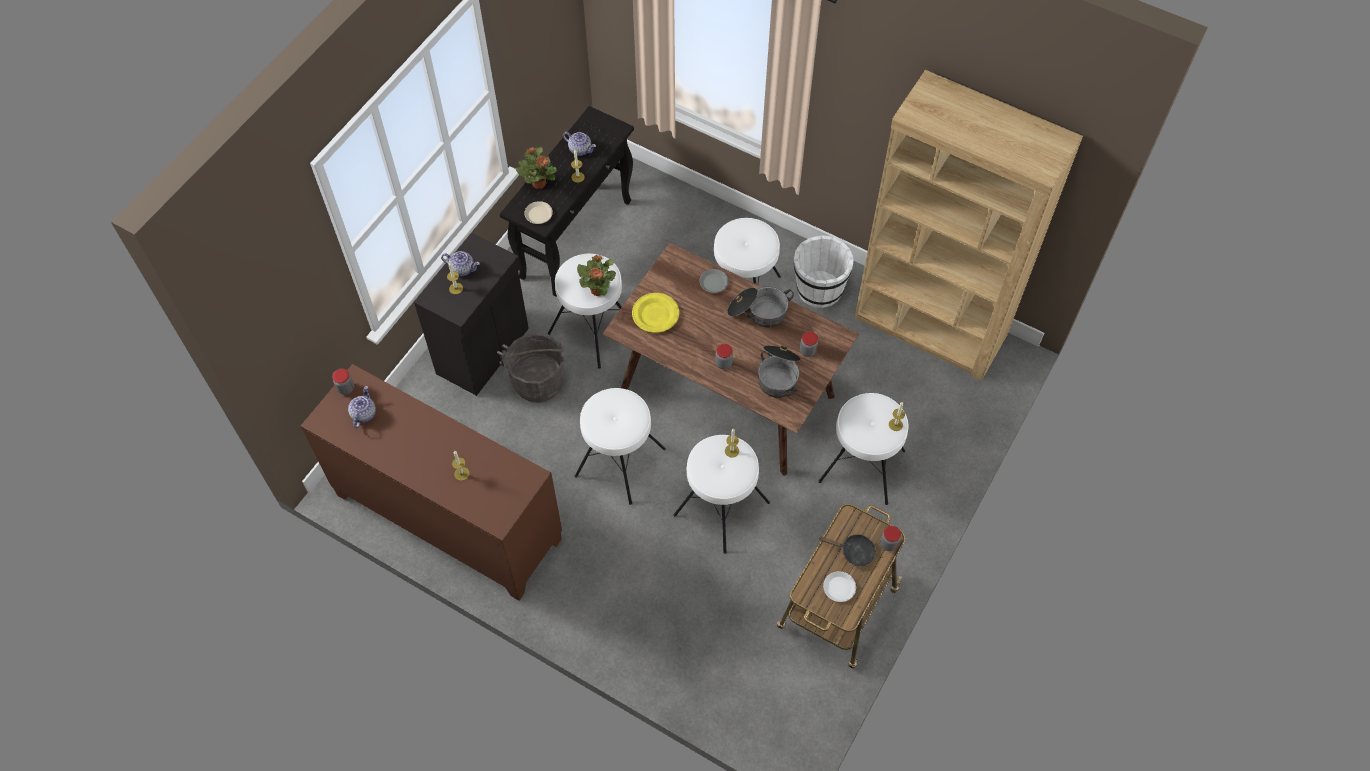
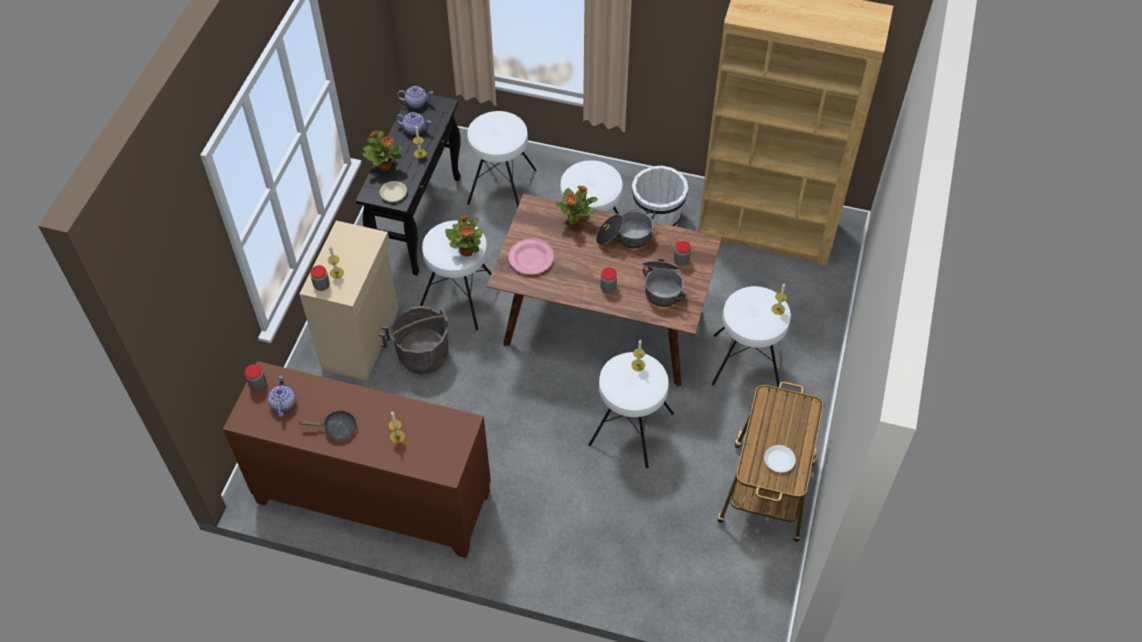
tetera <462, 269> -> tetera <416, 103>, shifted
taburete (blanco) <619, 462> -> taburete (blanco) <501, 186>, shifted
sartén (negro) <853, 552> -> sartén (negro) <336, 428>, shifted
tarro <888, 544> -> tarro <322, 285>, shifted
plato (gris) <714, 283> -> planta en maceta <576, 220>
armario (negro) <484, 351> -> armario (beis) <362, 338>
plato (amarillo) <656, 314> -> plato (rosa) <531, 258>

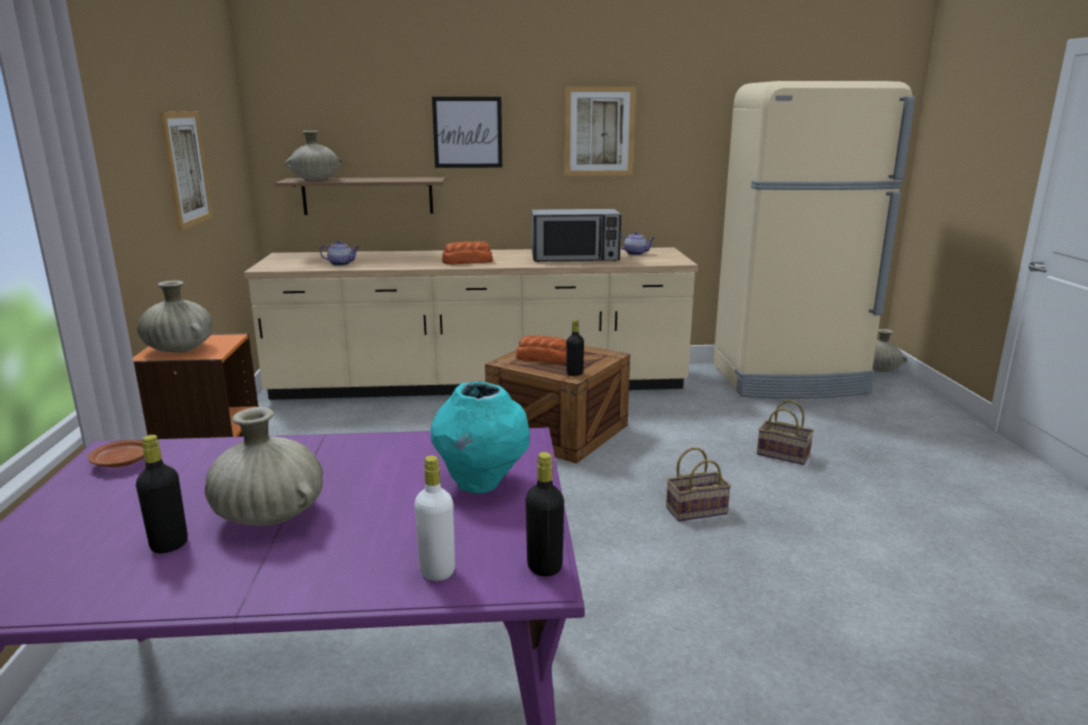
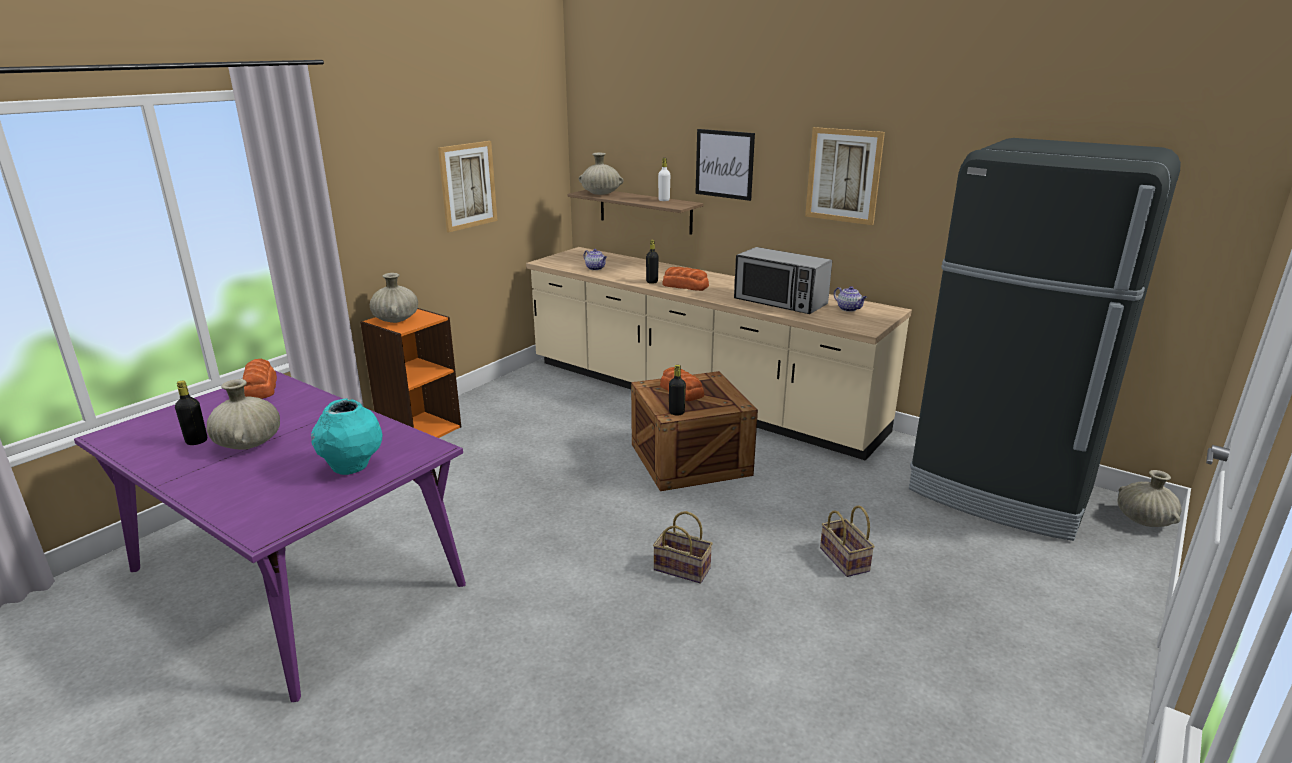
botella (blanco) <437, 571> -> botella (blanco) <664, 200>, shifted
botella (negro) <544, 567> -> botella (negro) <652, 282>, shifted
plato (marrón) <122, 462> -> pan <259, 388>
nevera (beis) <789, 380> -> nevera (negro) <1000, 491>

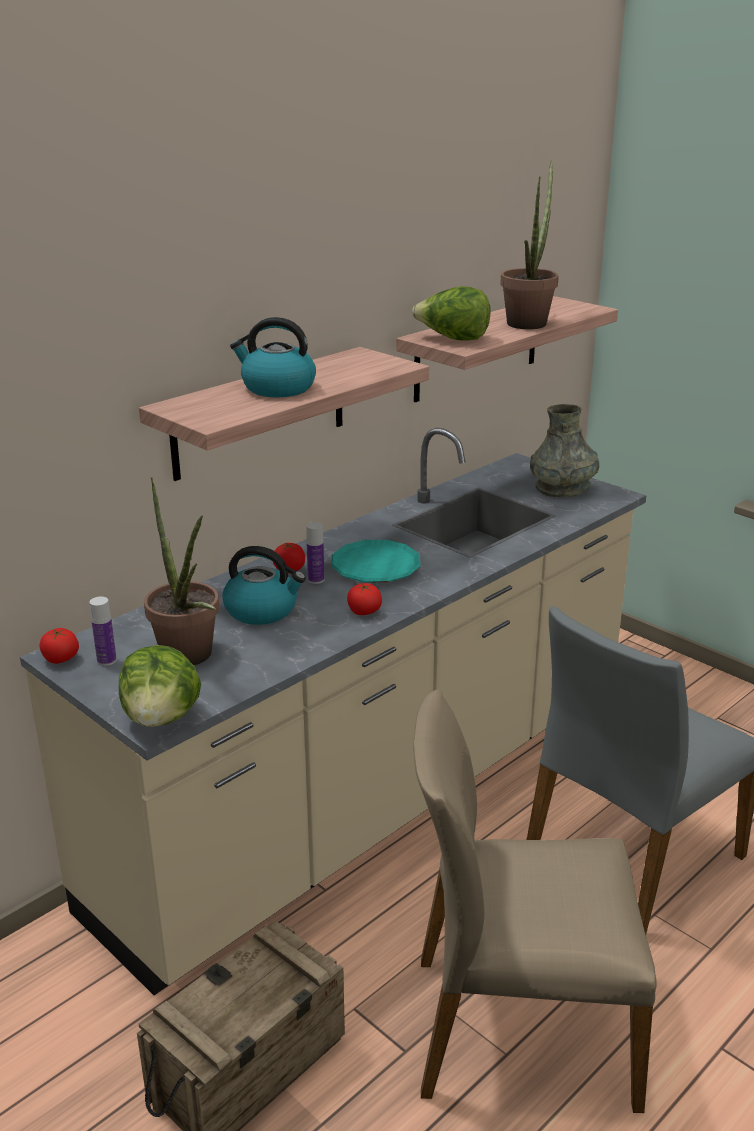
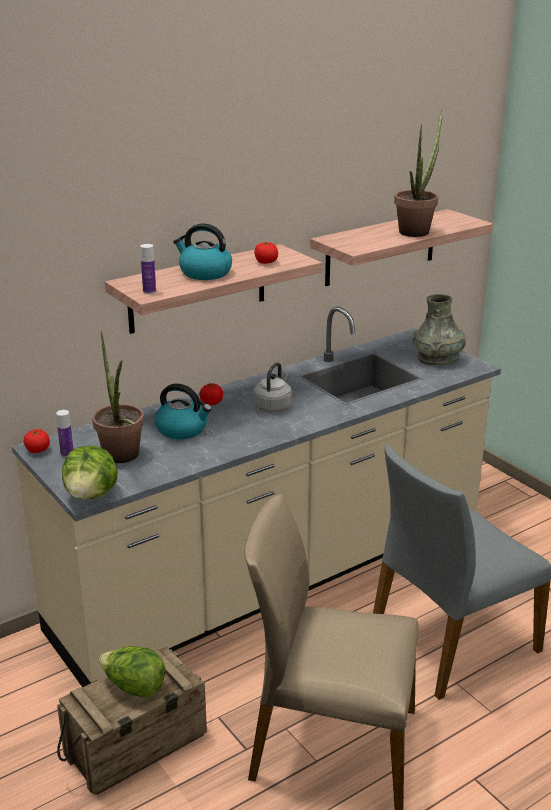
botella <316, 580> -> botella <149, 291>, shifted
tomate <364, 612> -> tomate <266, 262>, shifted
lechuga <453, 339> -> lechuga <134, 687>, shifted
plato (turquesa) <375, 567> -> hervidor (gris) <273, 406>

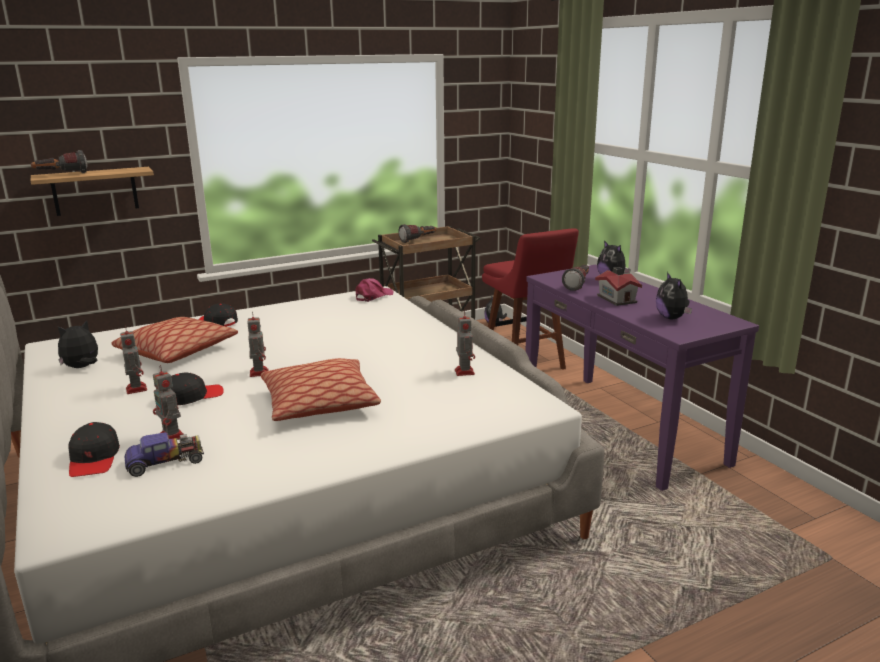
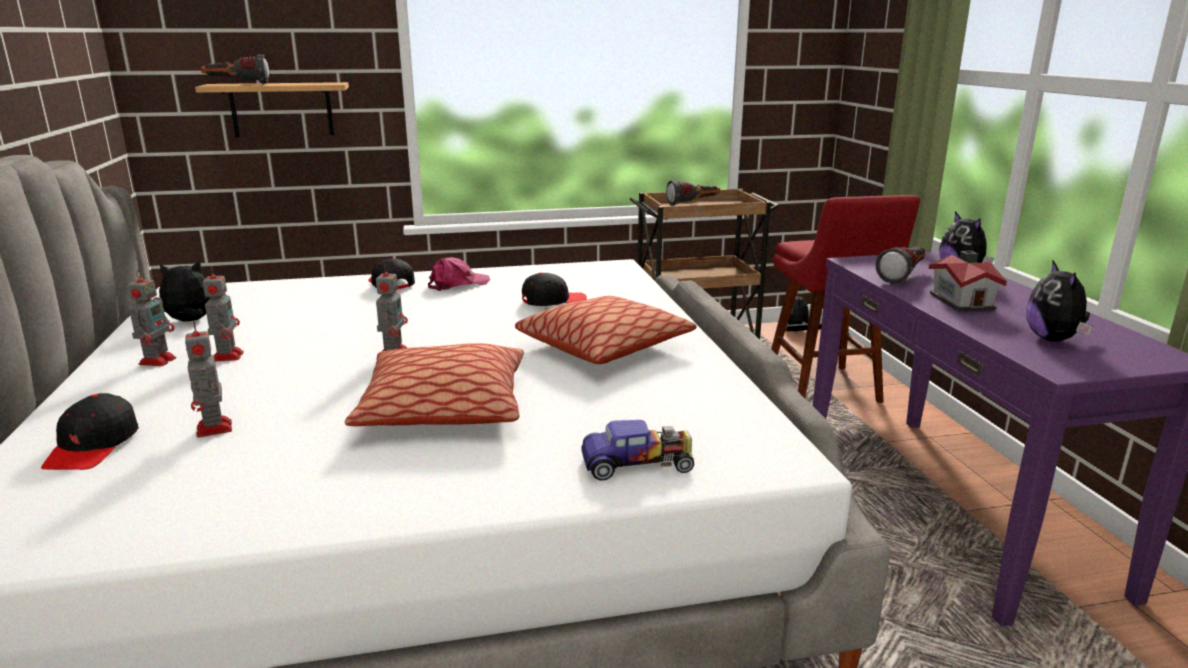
cojín <177, 351> -> cojín <604, 347>, shifted
coche de juguete <165, 461> -> coche de juguete <637, 463>, shifted
gorra (negro) <192, 396> -> gorra (negro) <553, 301>, shifted
gorra (rosa) <373, 296> -> gorra (rosa) <457, 284>, shifted
robot de juguete <464, 371> -> robot de juguete <158, 360>, shifted

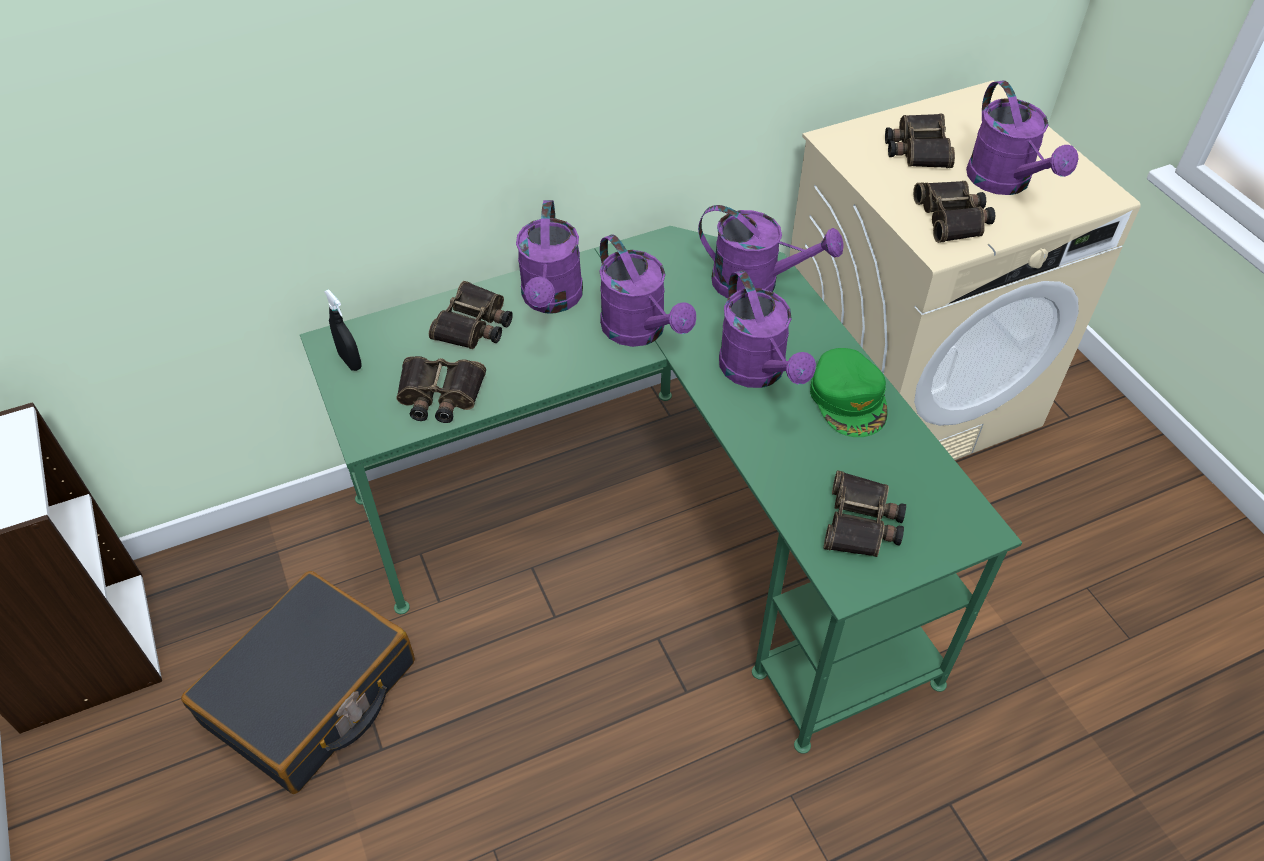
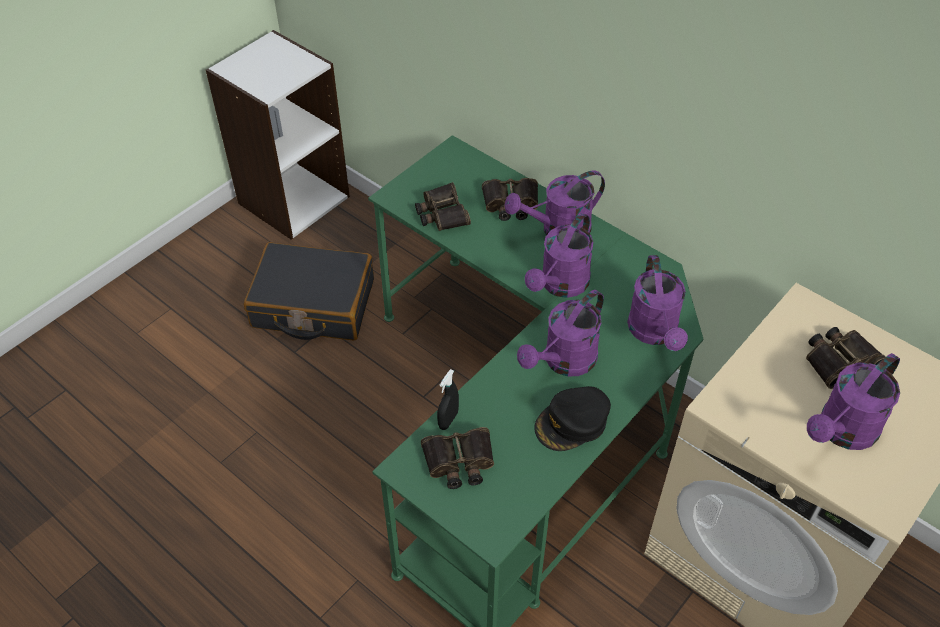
prismáticos <953, 218> -> none
pulverizador (negro) <350, 361> -> pulverizador (negro) <448, 420>, shifted
gorra (verde) <849, 399> -> gorra (negro) <572, 423>

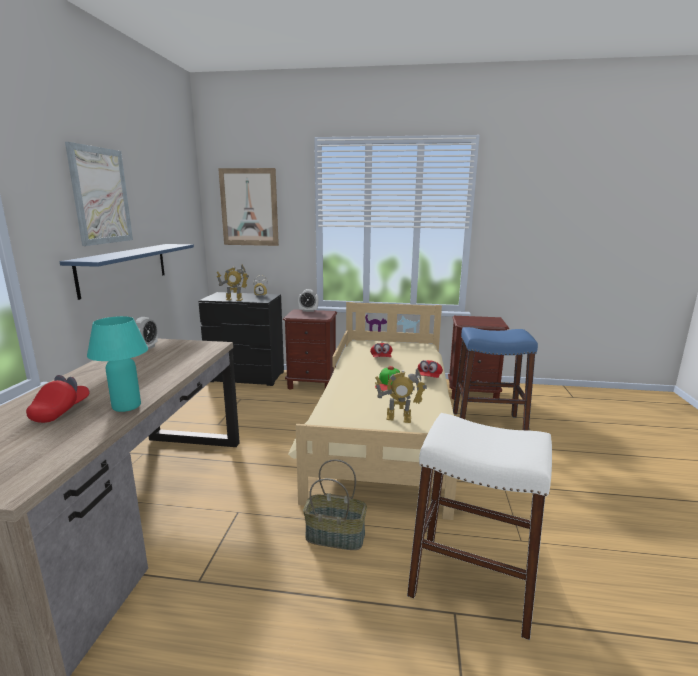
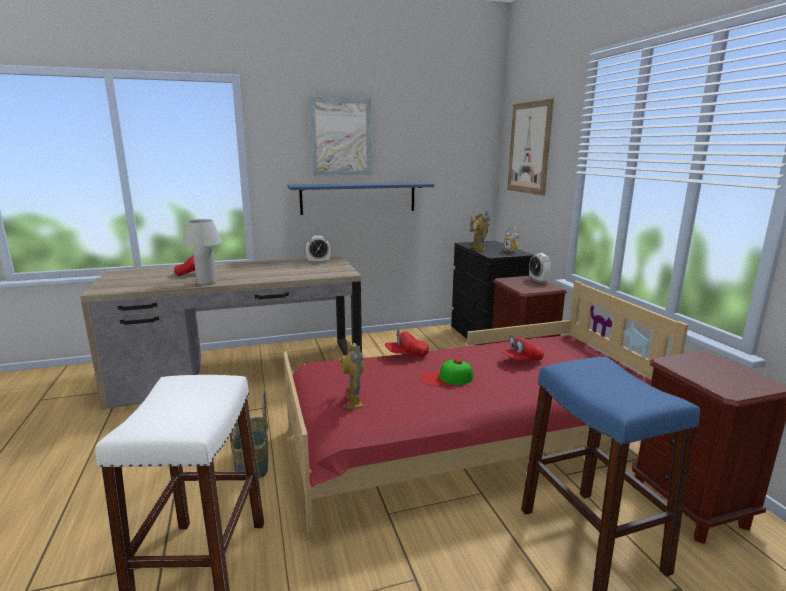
gorra (rojo) <429, 378> -> gorra (rojo) <406, 354>, shifted
lámpara de mesa (turquesa) <126, 406> -> lámpara de mesa (blanco) <206, 282>
cama (beis) <385, 430> -> cama (rojo) <466, 445>

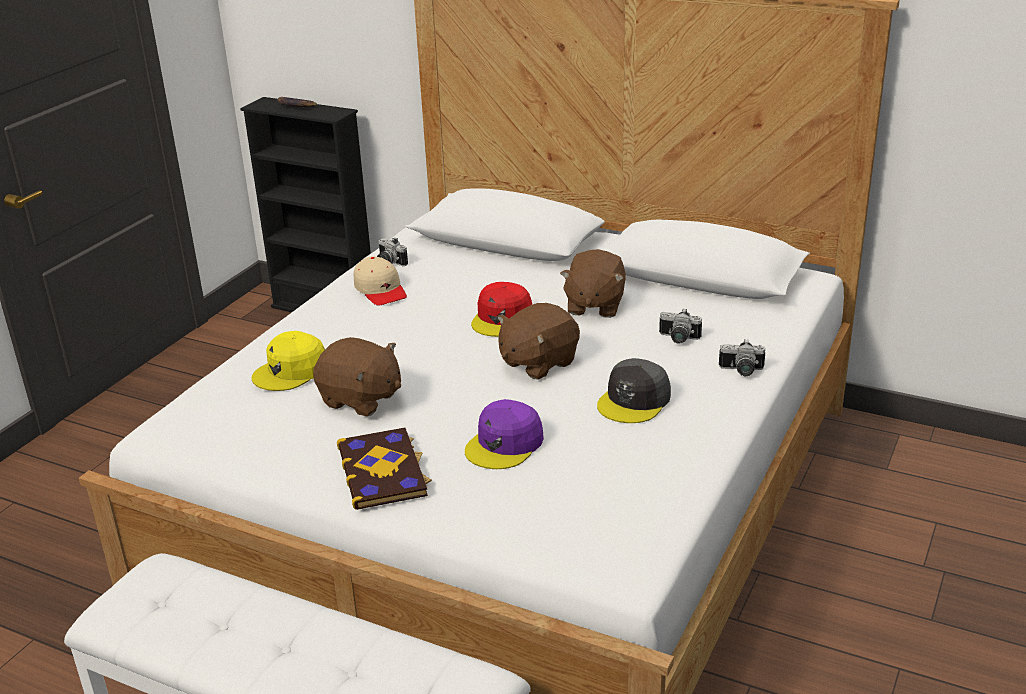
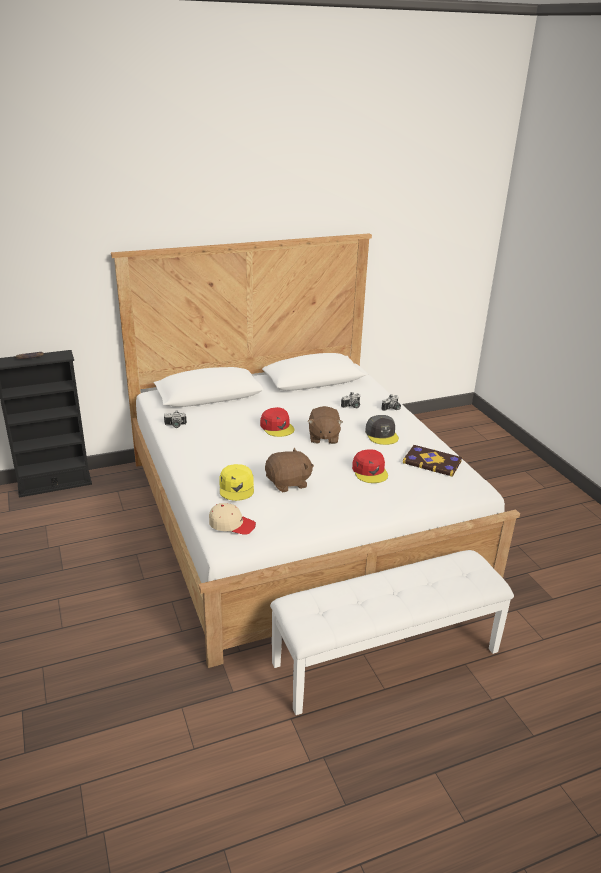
peluche (marrón) <594, 305> -> none
libro <383, 471> -> libro <432, 462>, shifted
gorra (beis) <380, 290> -> gorra (beis) <231, 524>, shifted
gorra (morado) <505, 444> -> gorra (rojo) <370, 471>

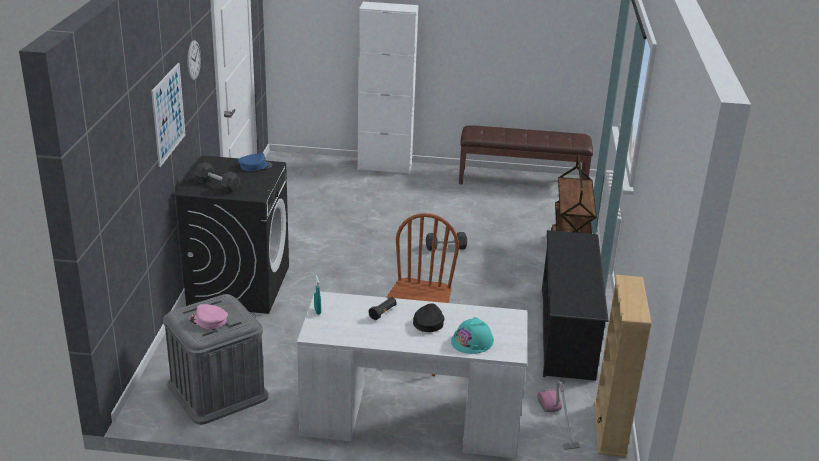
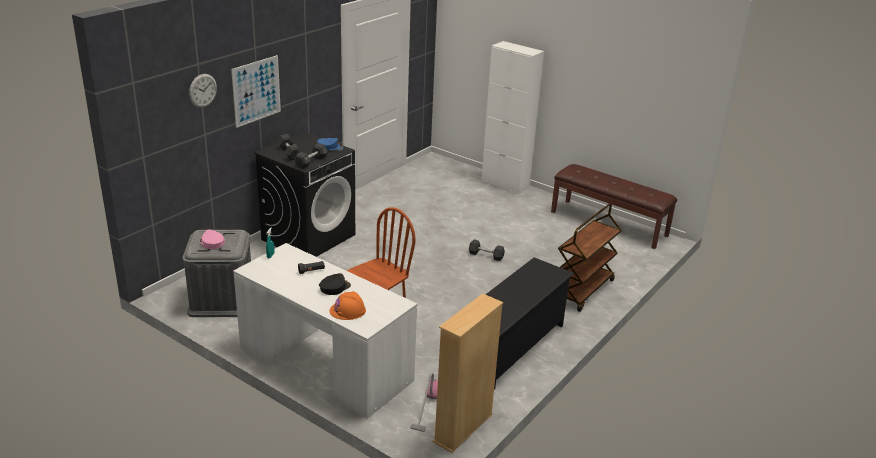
none -> mancuerna (negro) <311, 162>
reloj de pared <193, 60> -> reloj de pared <203, 90>, shifted
casco (turquesa) <472, 341> -> casco (naranja) <347, 310>

